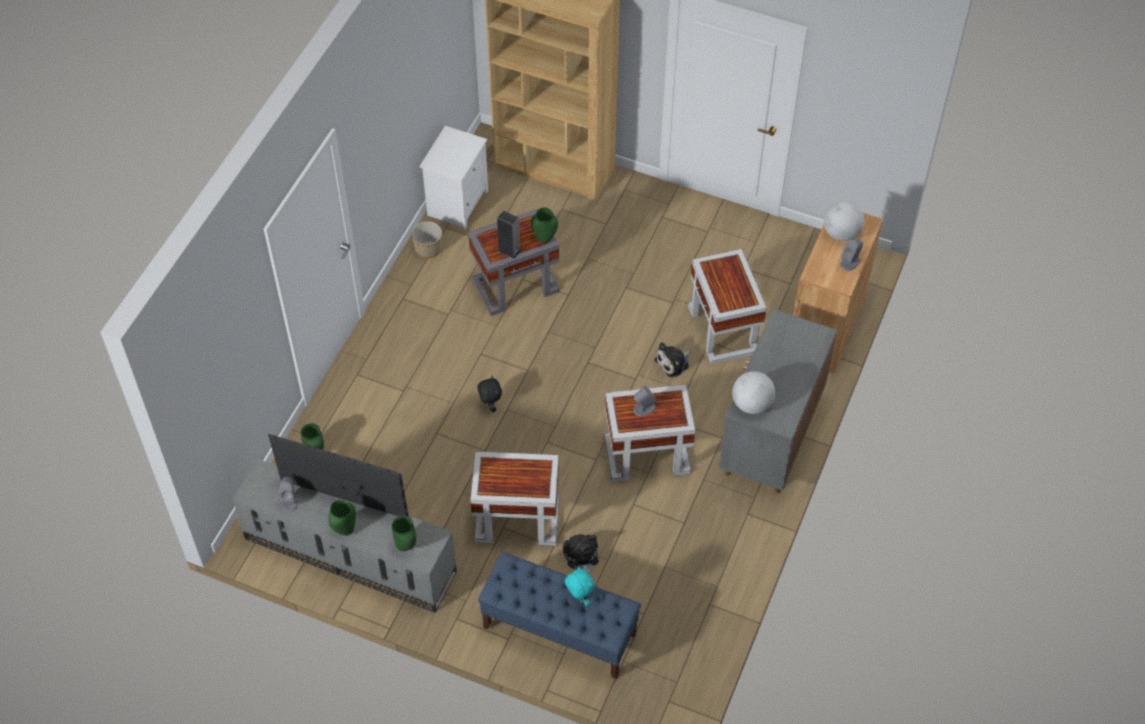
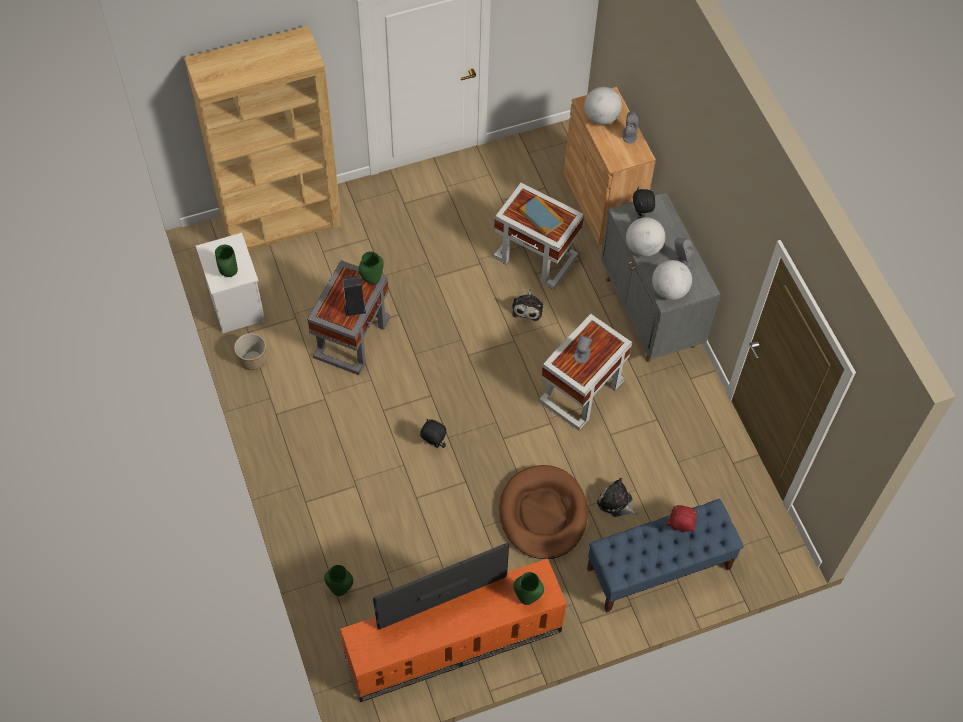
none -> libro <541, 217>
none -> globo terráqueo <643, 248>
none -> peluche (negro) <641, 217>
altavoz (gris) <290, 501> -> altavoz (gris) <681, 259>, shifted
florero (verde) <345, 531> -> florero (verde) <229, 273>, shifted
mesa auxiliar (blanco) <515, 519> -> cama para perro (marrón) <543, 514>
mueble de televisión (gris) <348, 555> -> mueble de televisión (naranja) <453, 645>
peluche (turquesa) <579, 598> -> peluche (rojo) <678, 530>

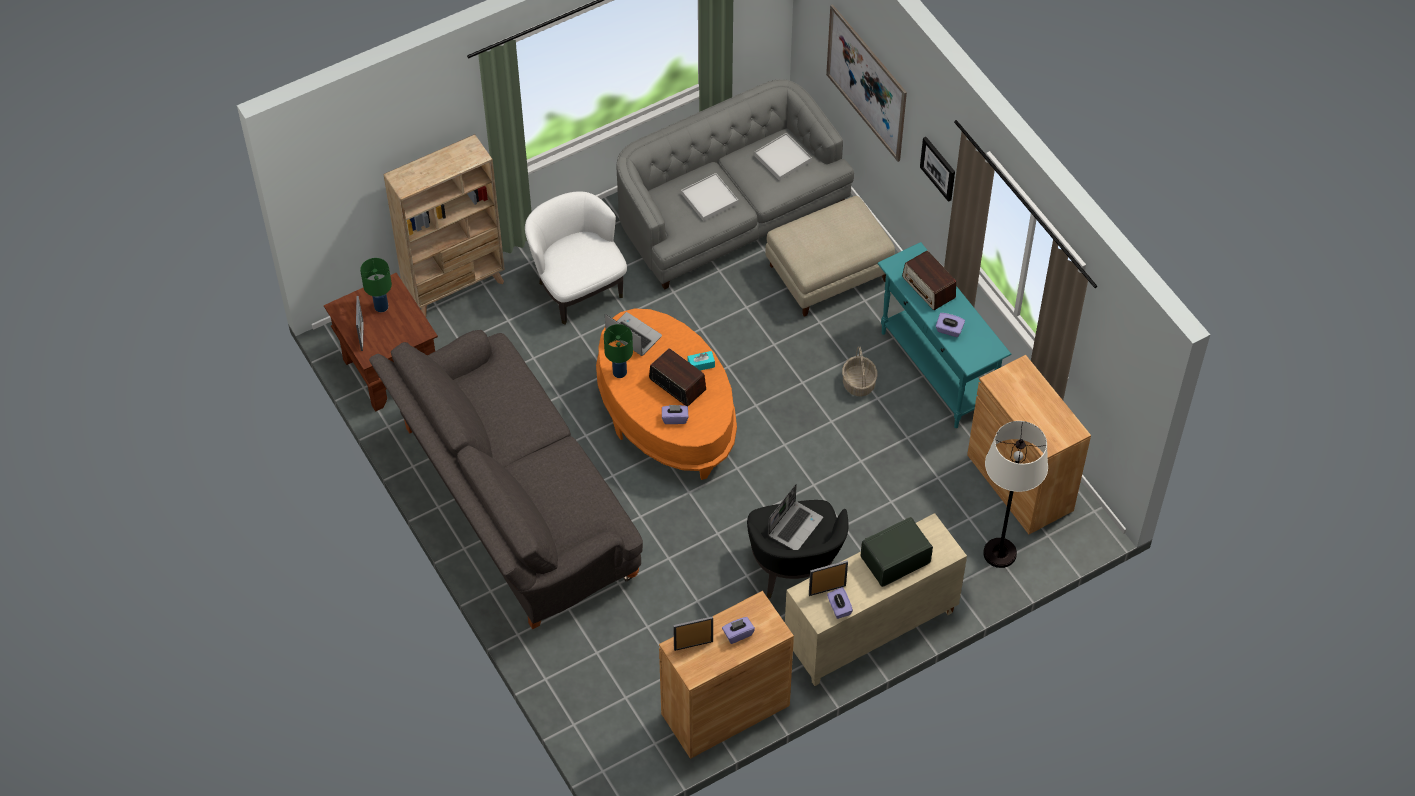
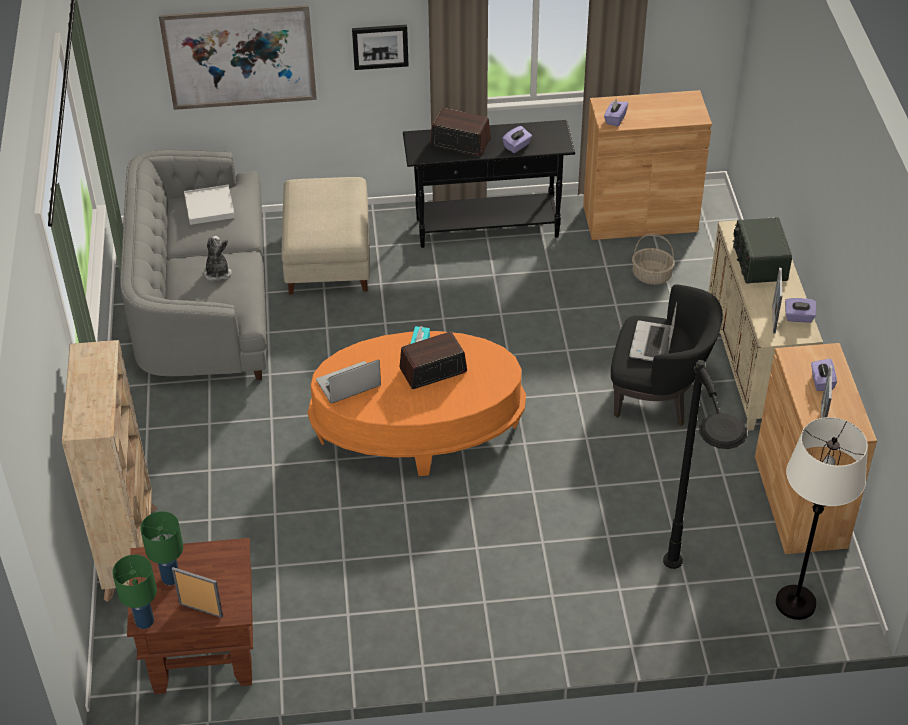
sofá (gris) <512, 505> -> none
sillón (blanco) <577, 288> -> none
none -> lámpara de pie (negro) <685, 611>
lámpara de mesa (verde) <619, 372> -> lámpara de mesa (verde) <144, 621>, shifted
caja de pañuelos (morado) <675, 418> -> caja de pañuelos (morado) <615, 119>, shifted
cesta <859, 384> -> cesta <652, 275>, shifted
lámpara de pie (blanco) <1000, 553> -> lámpara de pie (blanco) <795, 603>, shifted
bandeja (blanco) <709, 199> -> peluche <217, 272>
mesa consola (turquesa) <936, 371> -> mesa consola (negro) <488, 228>
portátil <795, 526> -> portátil <652, 344>, 135 degrees counterclockwise
radio <928, 288> -> radio <460, 143>, 150 degrees counterclockwise

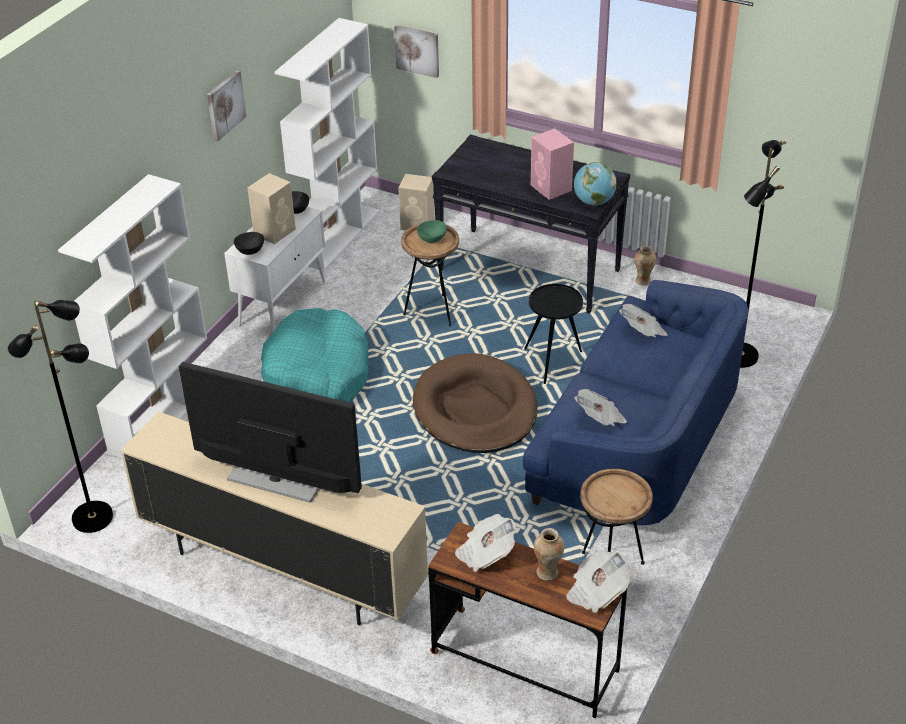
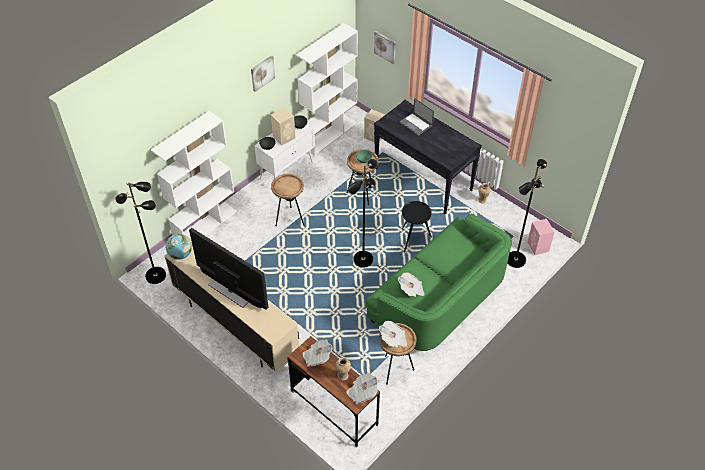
none -> portátil <416, 124>
altavoz (rosa) <551, 188> -> altavoz (rosa) <538, 247>, shifted
globo terráqueo <593, 202> -> globo terráqueo <180, 254>, shifted
periódico <642, 331> -> periódico <393, 339>, shifted
cama para perro (turquesa) <317, 374> -> mesa auxiliar (marrón) <290, 219>
cama para perro (marrón) <475, 409> -> lámpara de pie (negro) <362, 259>
sofá (azul) <637, 441> -> sofá (verde) <439, 298>

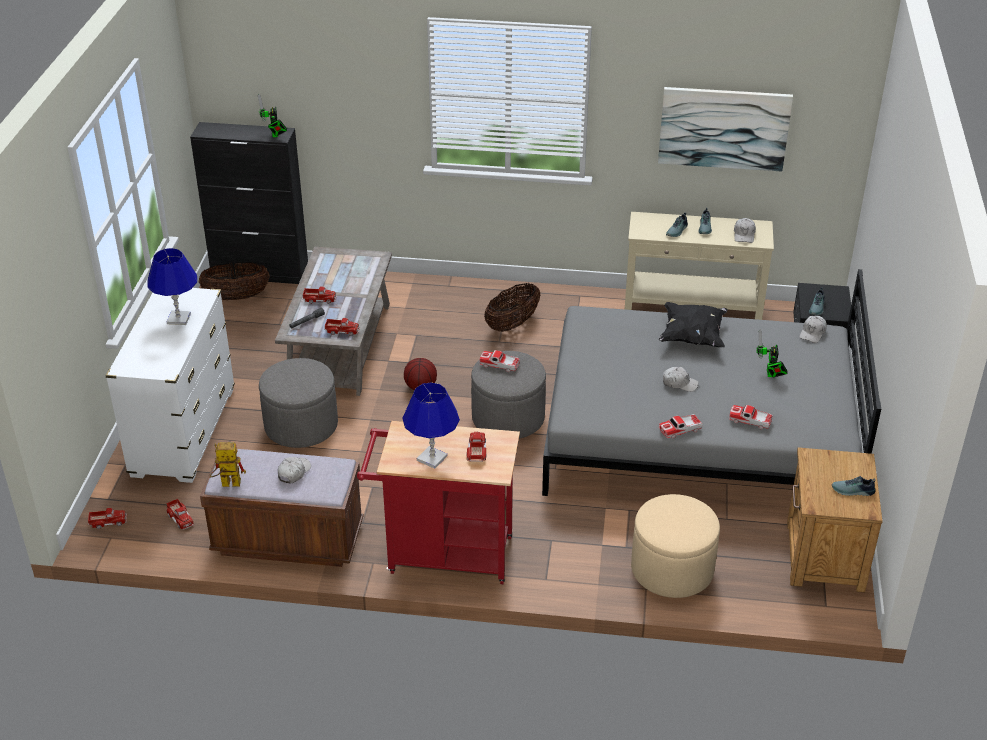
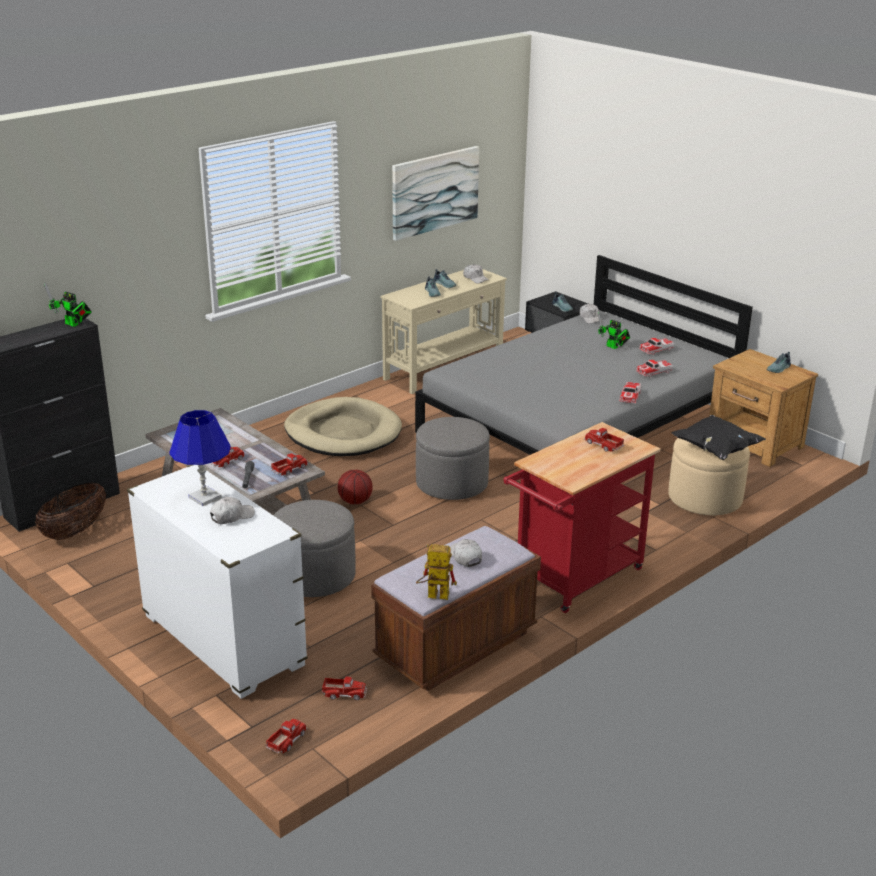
lámpara de mesa (azul) <432, 458> -> none
coche de juguete <499, 365> -> coche de juguete <656, 350>, shifted
cojín (negro) <692, 336> -> cojín (negro) <715, 450>, shifted
gorra (blanco) <679, 383> -> gorra (blanco) <232, 516>, shifted
cesta <512, 324> -> cama para perro (beis) <343, 433>
robot de juguete <226, 484> -> robot de juguete <433, 596>, 60 degrees clockwise

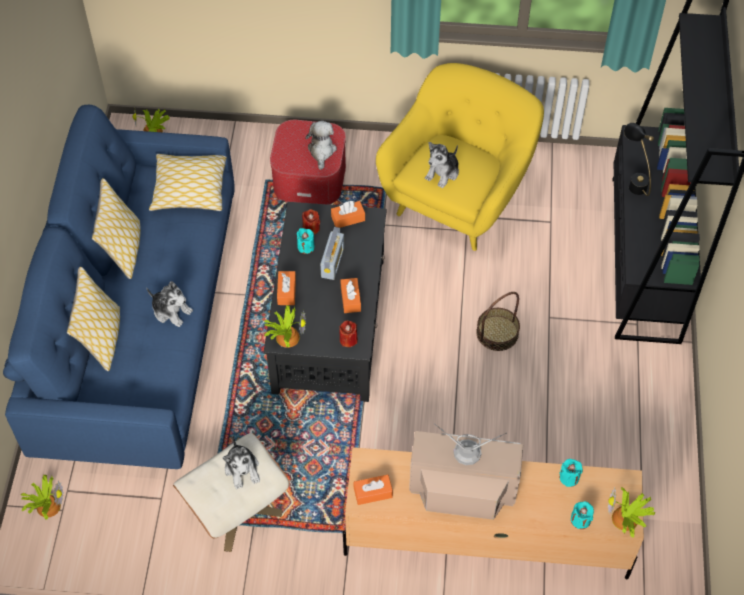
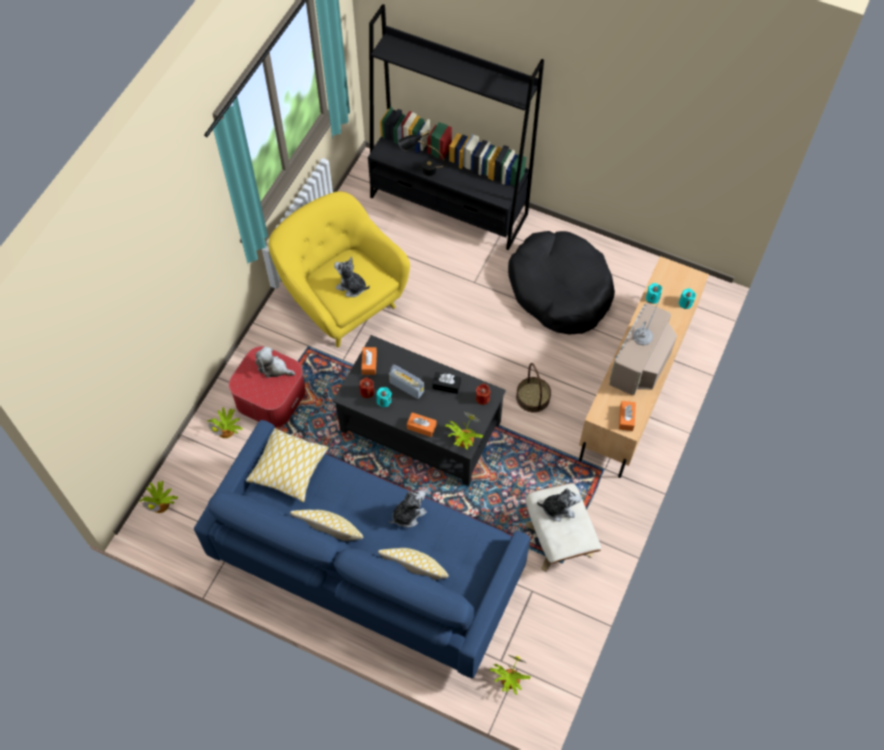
none -> cama para perro (negro) <560, 290>
cesta <497, 333> -> cesta <533, 397>, shifted
planta en maceta <626, 520> -> planta en maceta <227, 429>, shifted
caja de pañuelos (naranja) <350, 299> -> caja de pañuelos (negro) <446, 385>
peluche <443, 173> -> peluche <351, 287>, 150 degrees clockwise

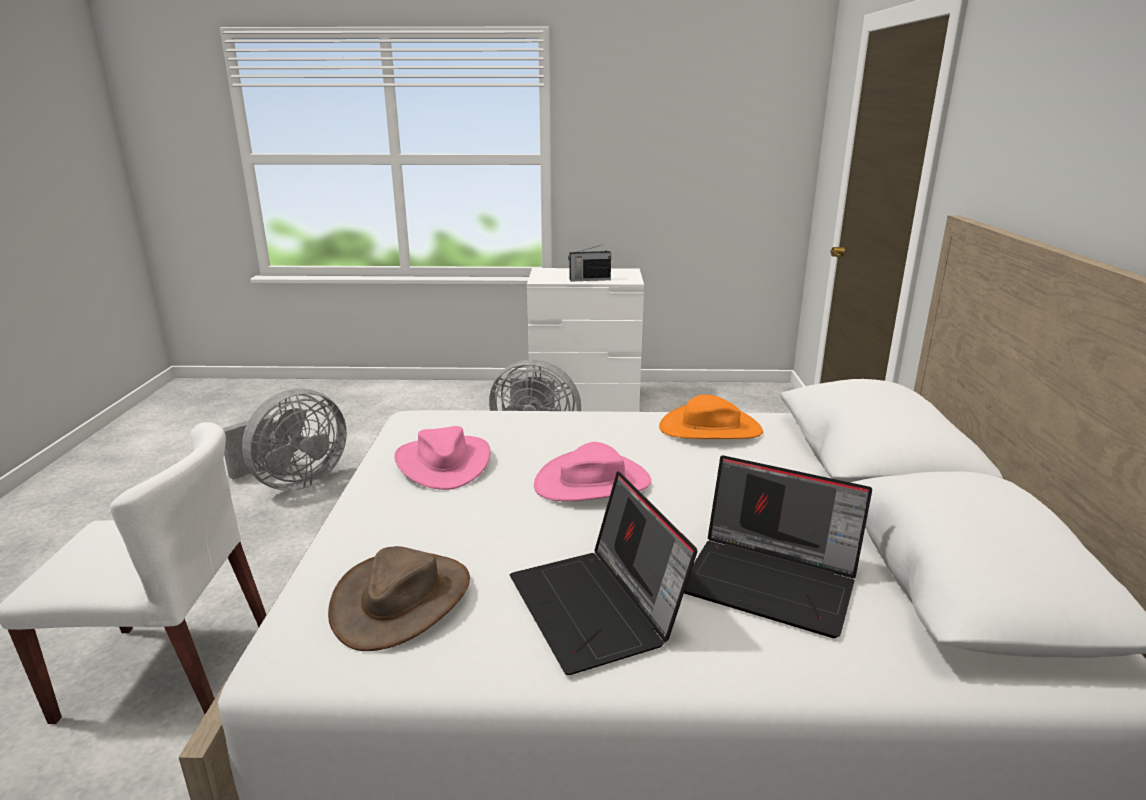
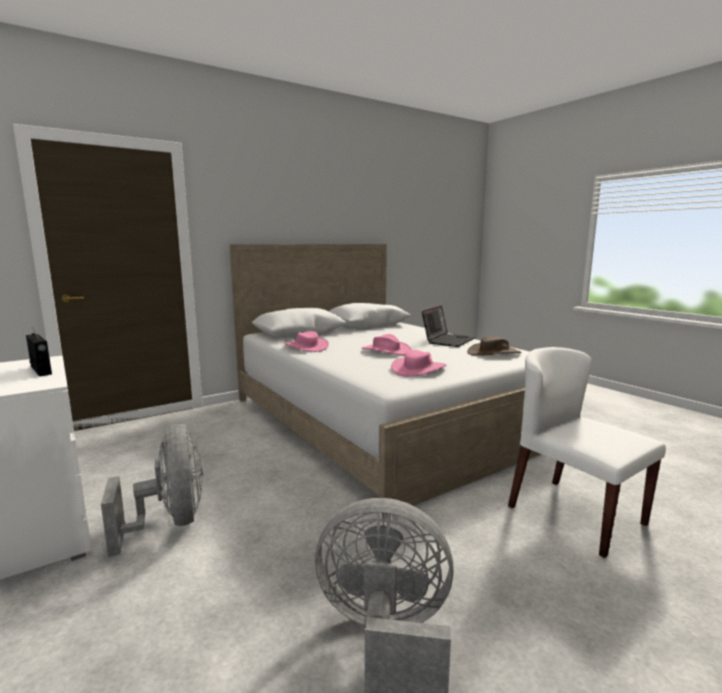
portátil <773, 581> -> none
sombrero (naranja) <710, 429> -> sombrero (rosa) <306, 346>

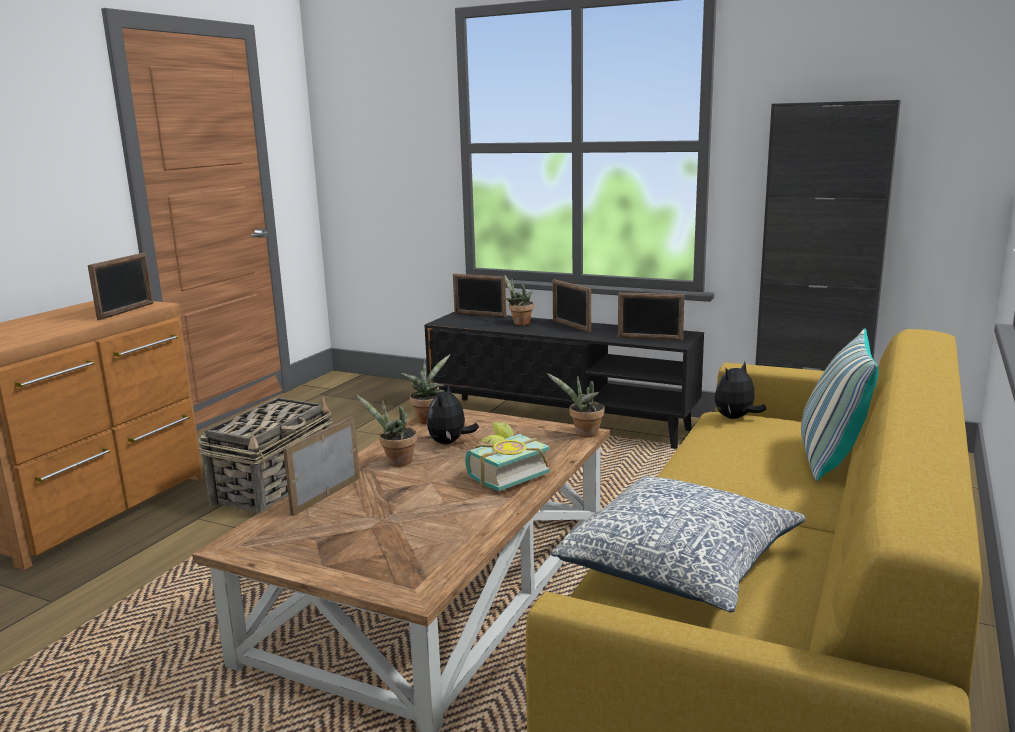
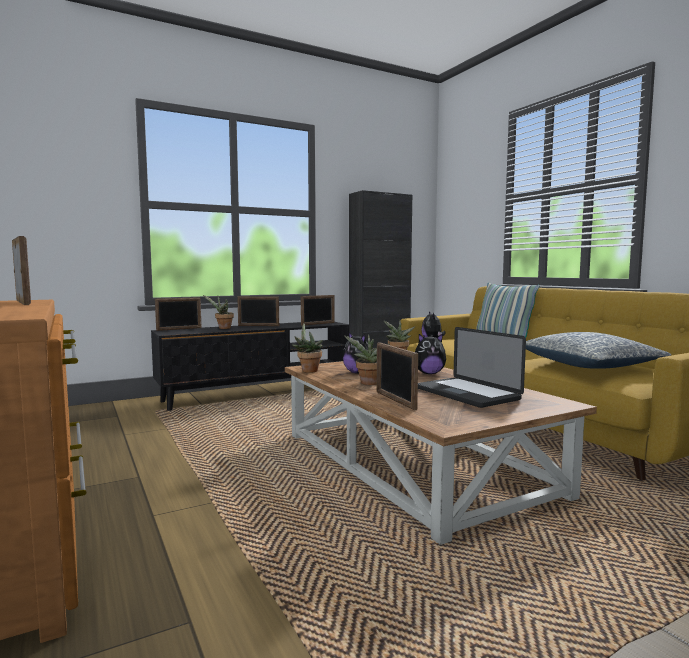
cesta <275, 488> -> none
none -> portátil <466, 394>
libro <503, 475> -> peluche <429, 373>

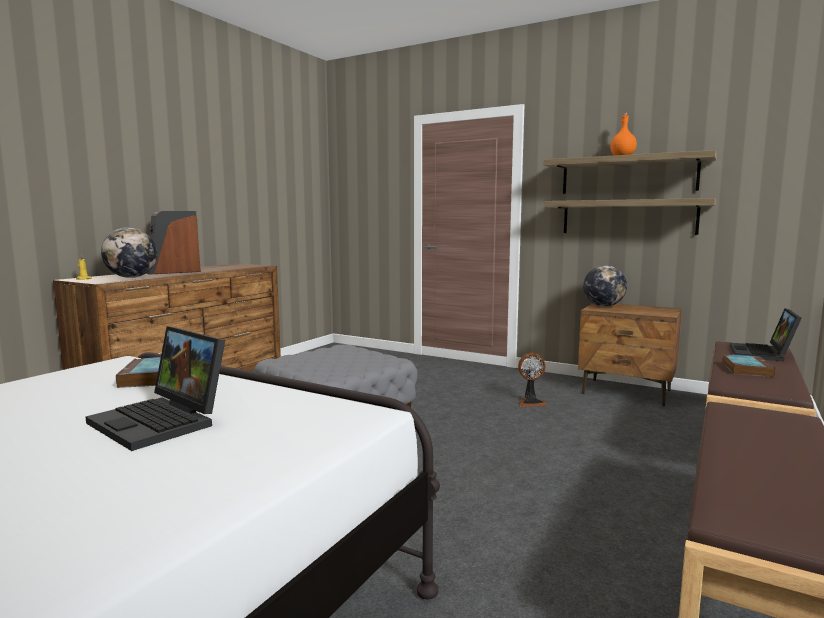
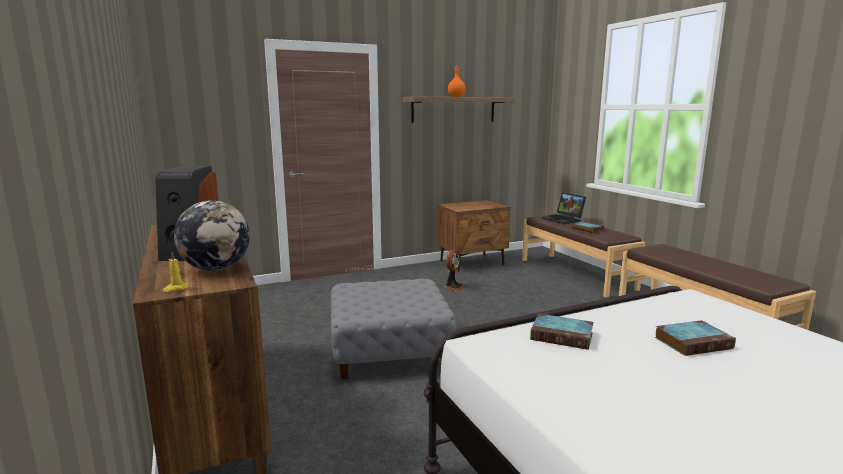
estante <628, 217> -> none
globo terráqueo <603, 306> -> none
portátil <163, 421> -> libro <693, 342>

